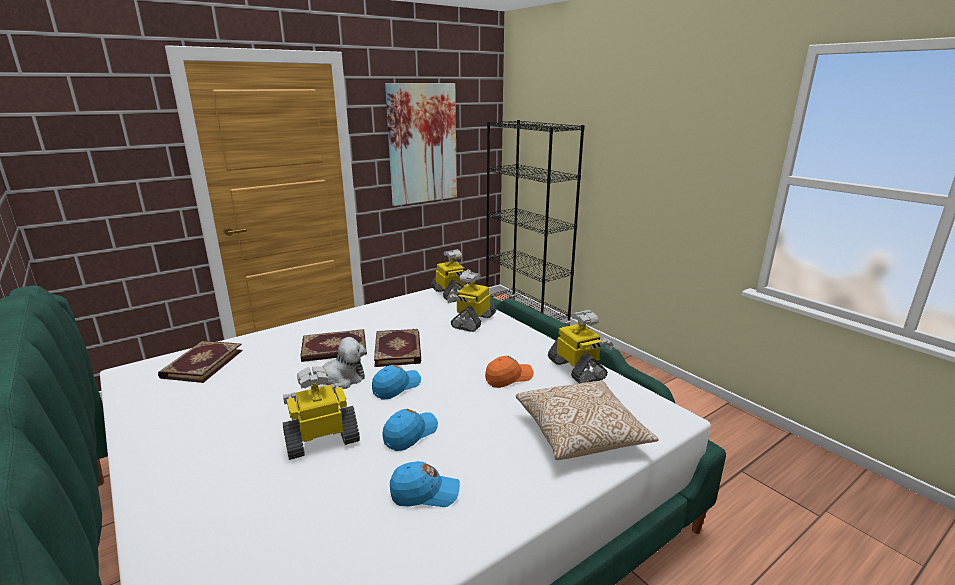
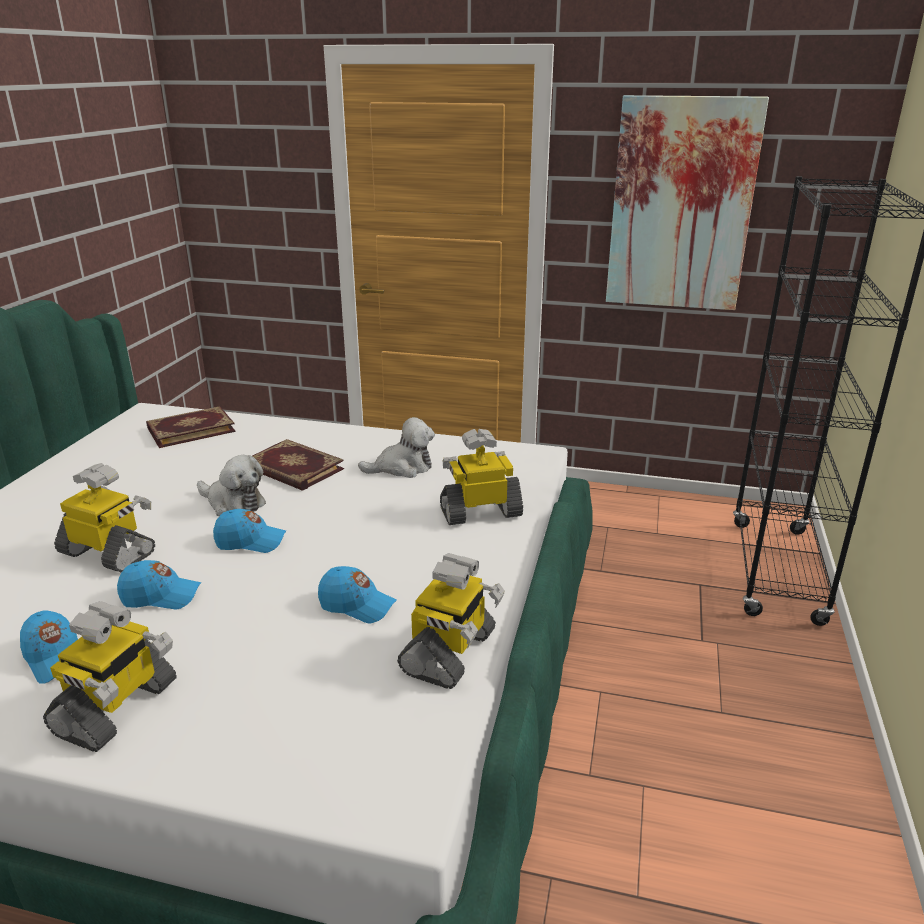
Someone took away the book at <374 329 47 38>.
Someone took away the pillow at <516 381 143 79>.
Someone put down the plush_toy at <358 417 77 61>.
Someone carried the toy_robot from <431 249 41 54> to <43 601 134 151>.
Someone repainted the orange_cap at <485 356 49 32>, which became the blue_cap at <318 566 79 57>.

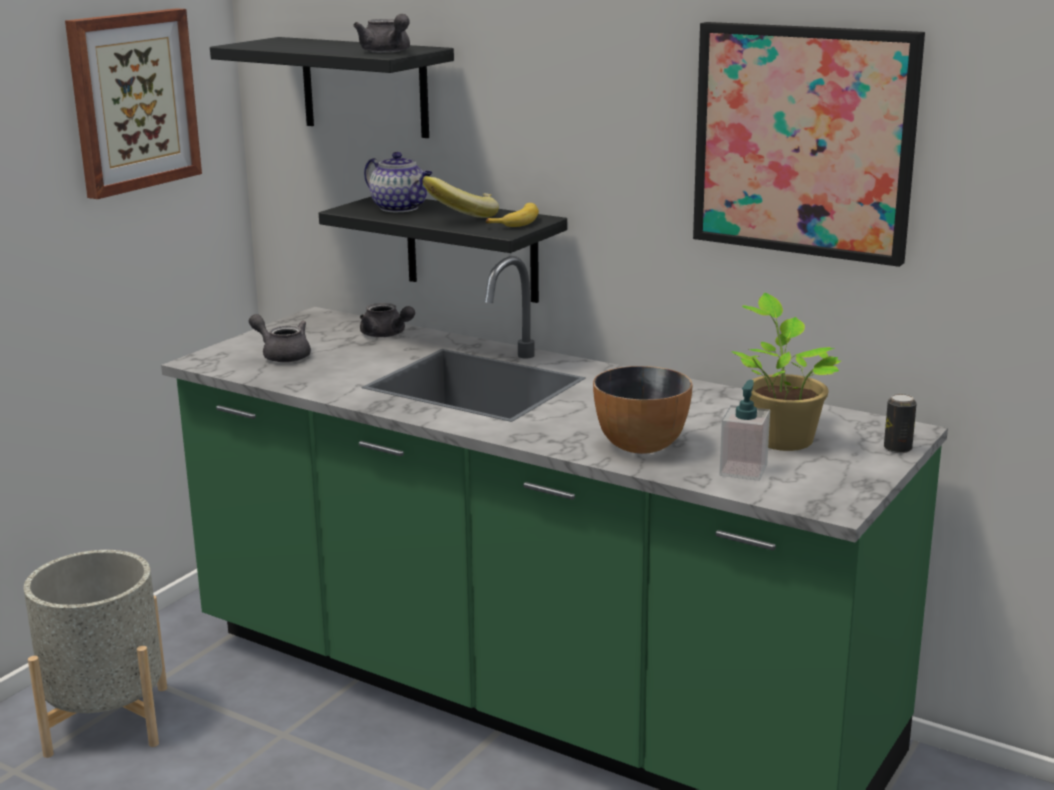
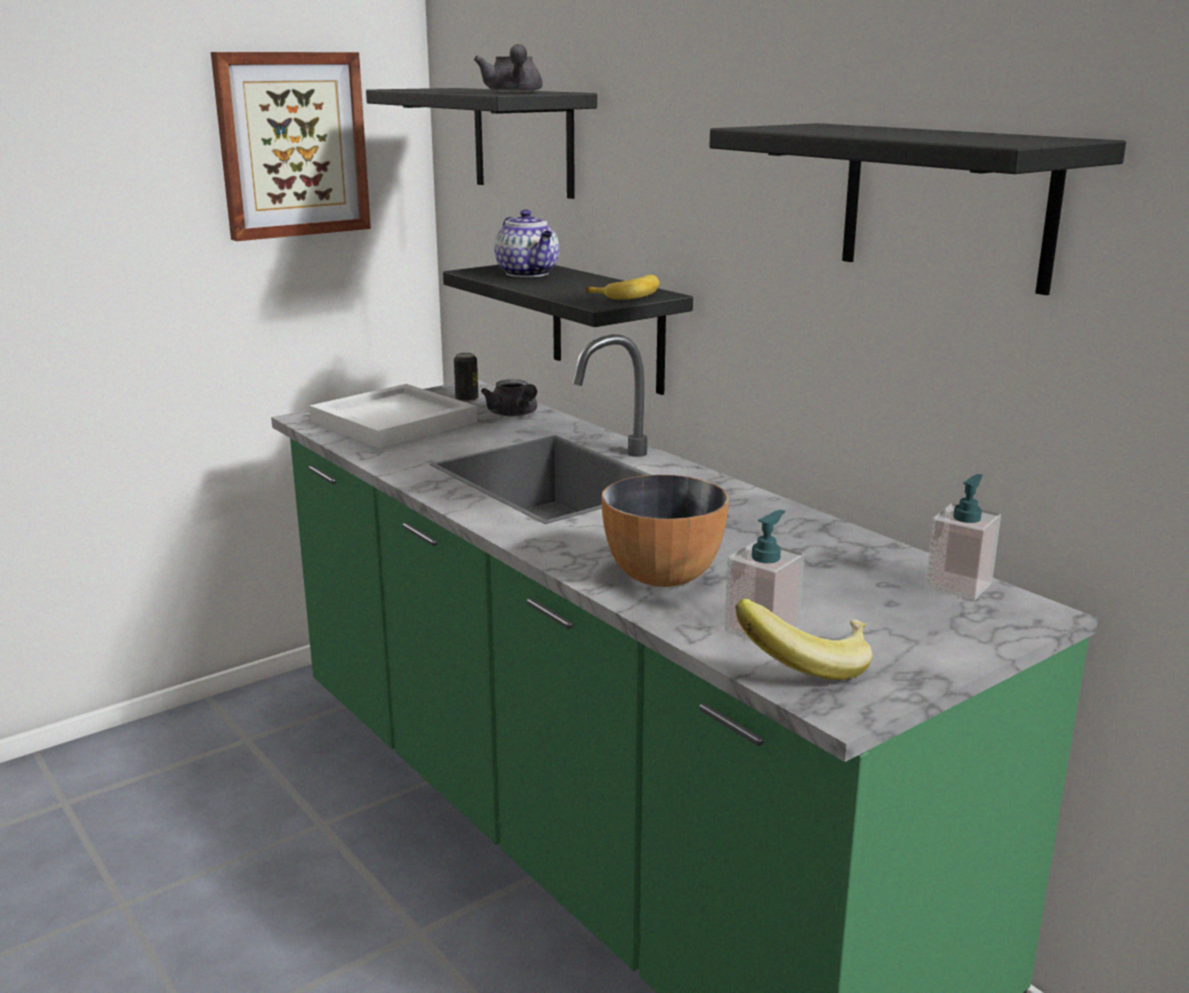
Someone took away the grey_planter at <24 550 143 208>.
Someone took away the potted_plant at <732 293 109 158>.
Someone put down the soap_dispenser at <926 474 75 126>.
Someone carried the banana from <422 176 77 42> to <735 599 137 81>.
Someone carried the can from <884 394 33 59> to <454 353 24 49>.
Someone swapped the grey_teapot at <249 314 62 48> for the white_tray at <309 384 168 64>.
Someone swapped the picture at <693 22 232 245> for the black_shelf at <709 123 417 172>.

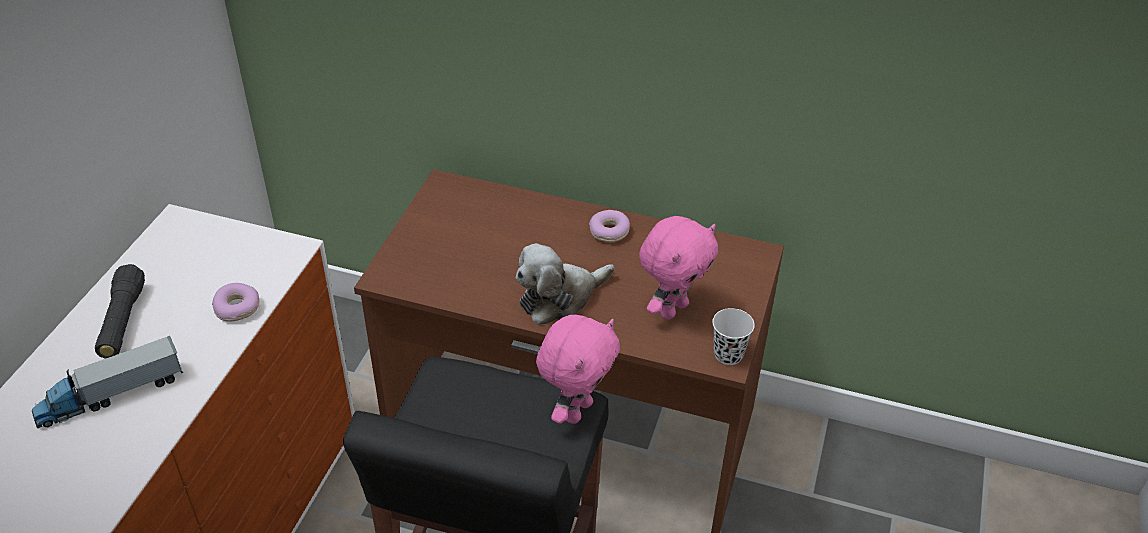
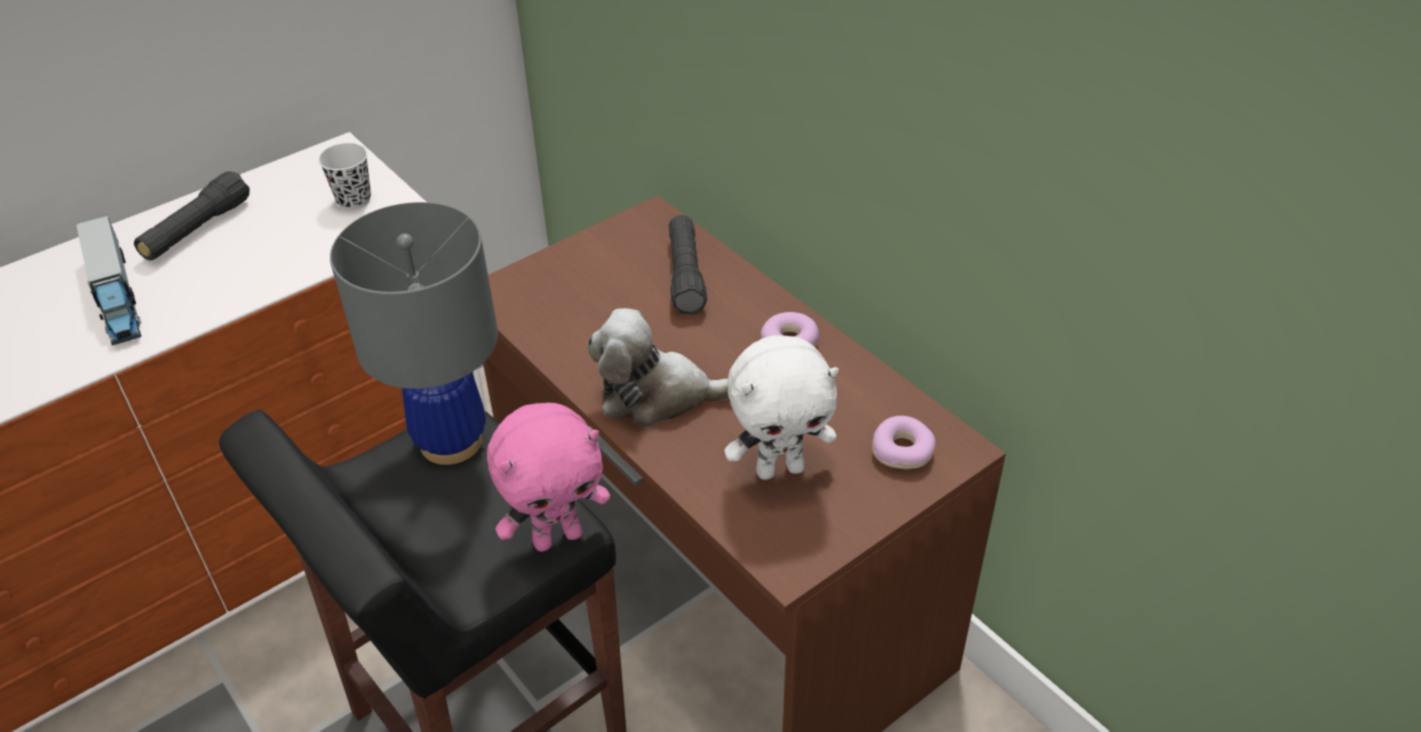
Someone put down the grey_table_lamp at <330 202 168 263>.
Someone put down the black_flashlight at <669 215 38 99>.
Someone carried the donut from <212 283 47 39> to <872 416 64 53>.
Someone carried the white_cup from <712 308 43 57> to <318 143 53 67>.
Someone repainted the pink_plush_toy at <639 216 79 104>, which became the white_plush_toy at <724 335 115 145>.
Someone rotated the toy_truck at <32 336 151 93> by 120 degrees counterclockwise.

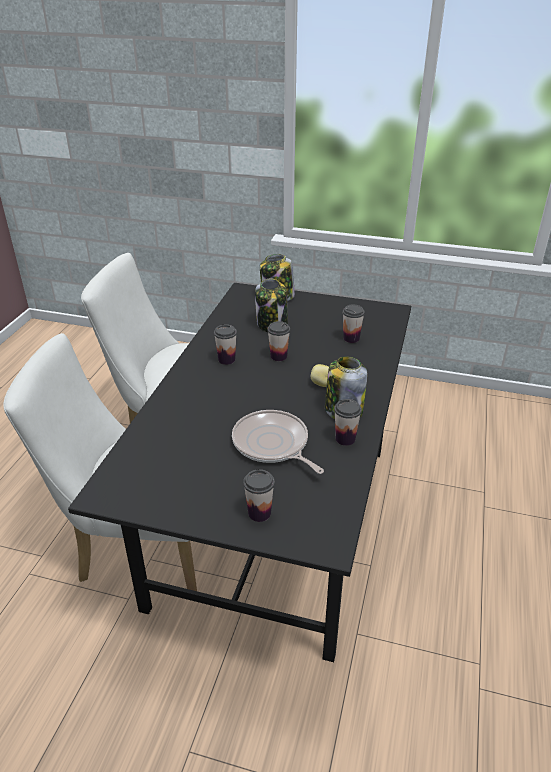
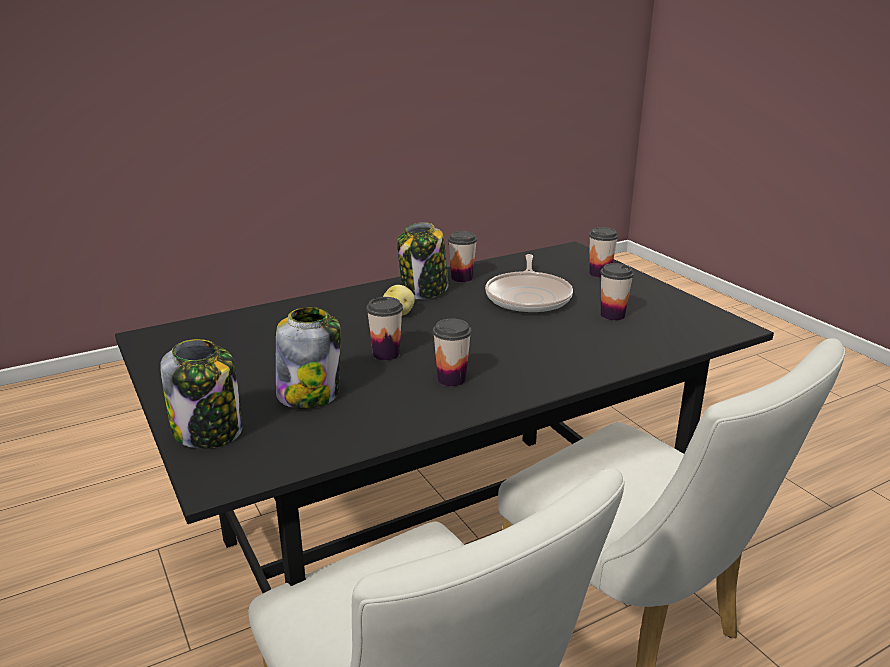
Someone carried the cup from <343 305 22 38> to <600 263 34 58>.

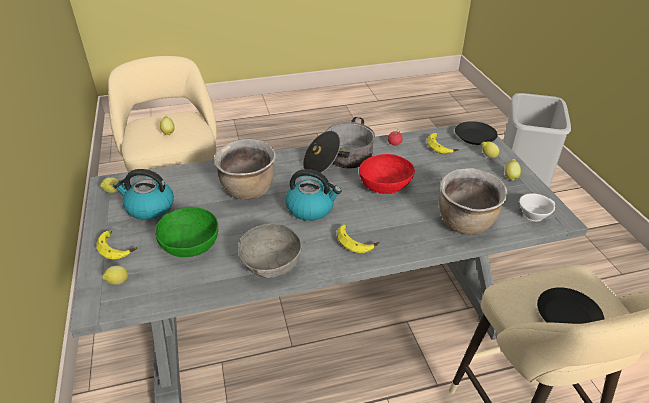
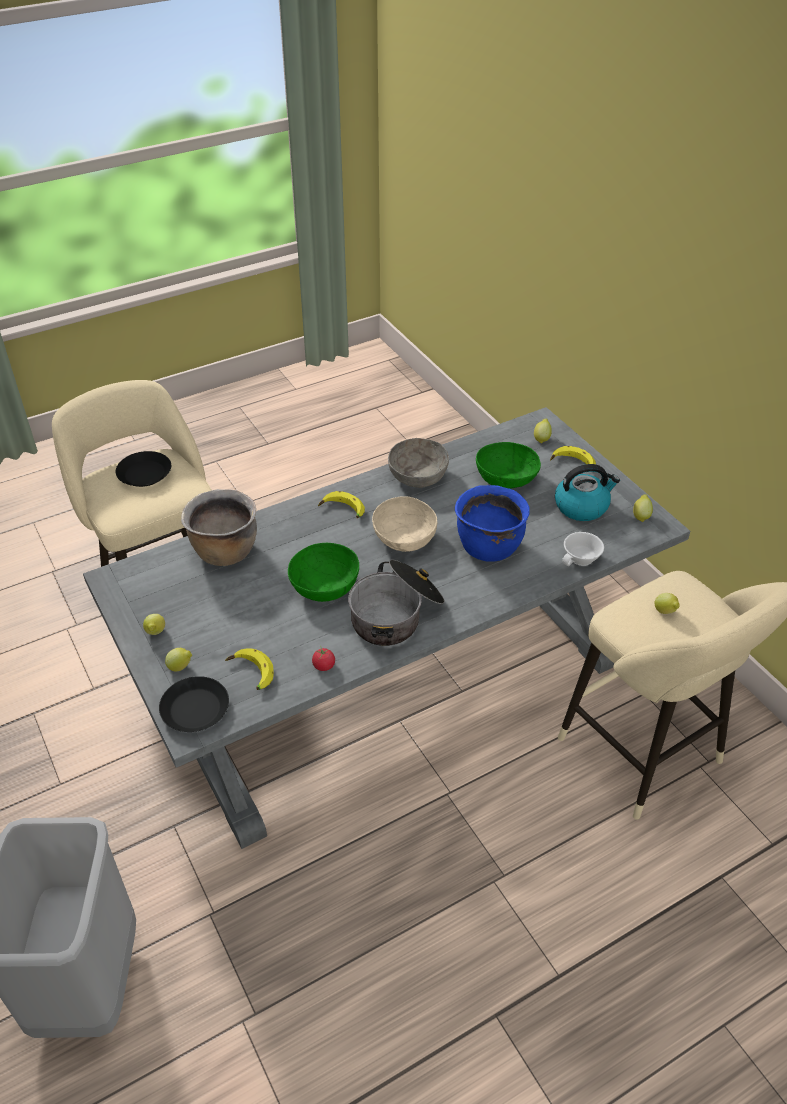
Someone carried the white_cup from <519 193 36 29> to <562 532 42 34>.
Someone swapped the kettle at <285 169 57 52> for the beige_bowl at <372 496 65 56>.
Someone repainted the brown_cooking_pot at <214 139 62 61>, which became the blue_cooking_pot at <455 485 75 77>.
Someone repainted the red_bowl at <359 154 56 40>, which became the green_bowl at <288 543 71 59>.

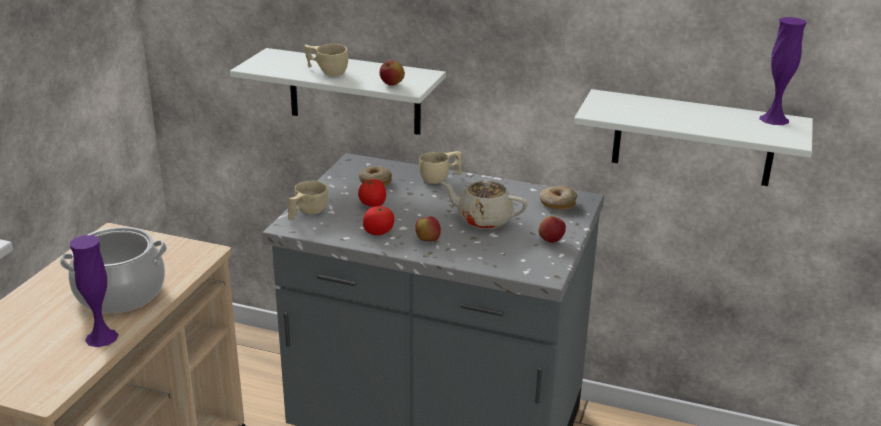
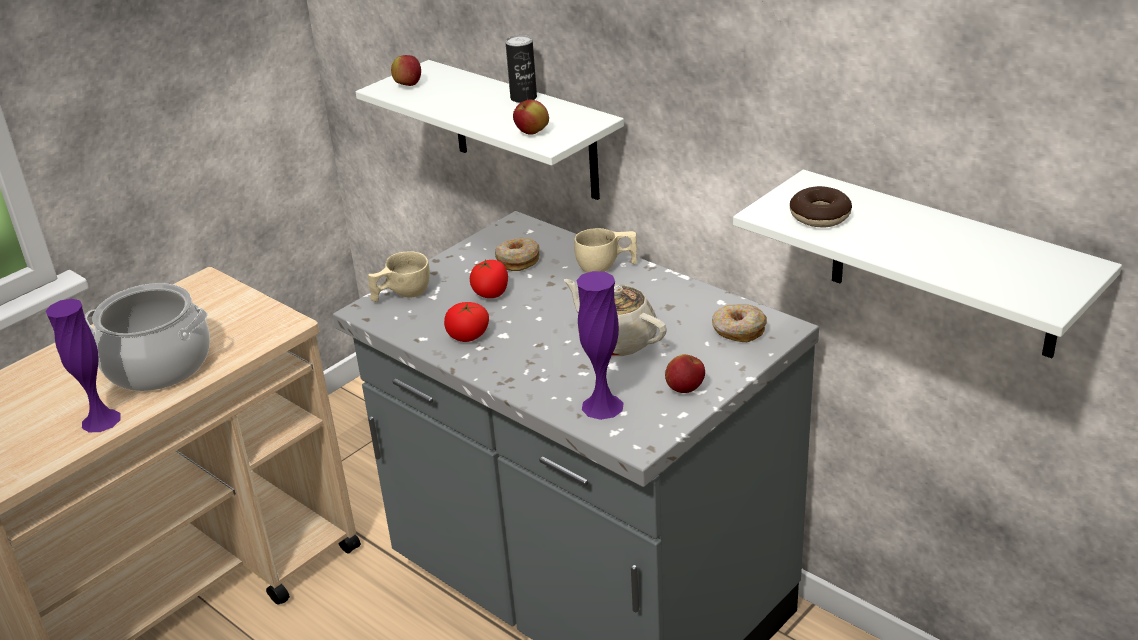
Someone took away the beige_cup at <305 43 43 33>.
Someone put down the can at <505 35 32 68>.
Someone put down the donut at <790 186 62 41>.
Someone carried the apple from <415 216 26 25> to <391 55 30 31>.
Someone carried the purple_vase from <759 17 48 108> to <576 271 48 149>.

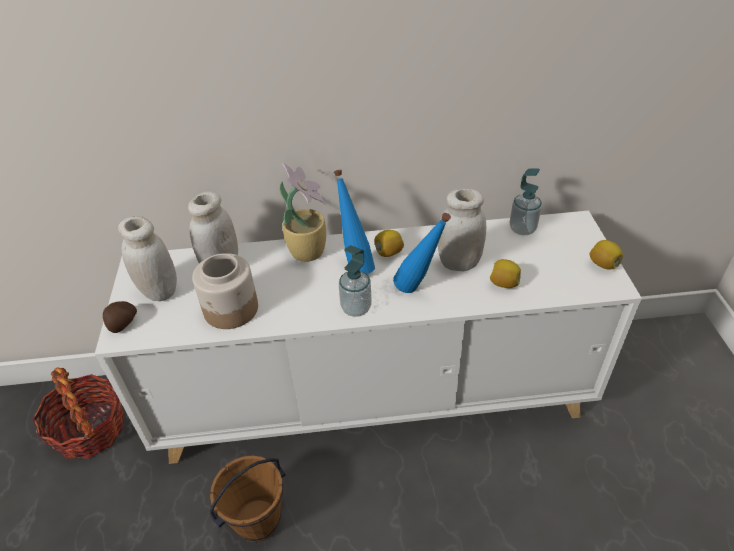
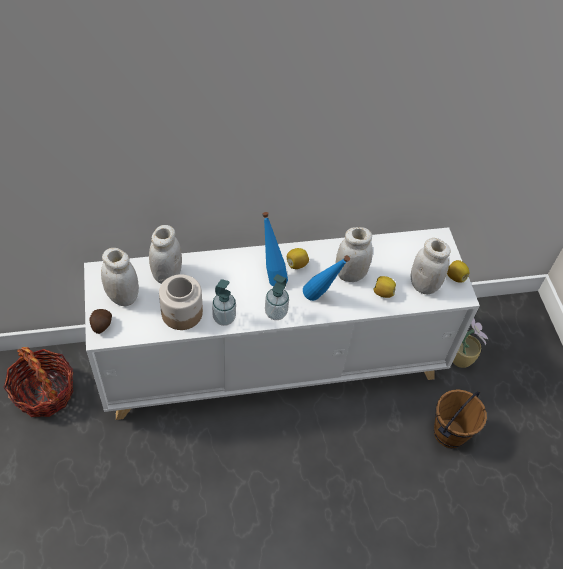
Someone put down the white_jar at <411 238 40 56>.
Someone carried the brown_bucket from <209 456 76 86> to <434 389 53 59>.
Someone carried the potted_plant from <279 163 47 99> to <453 319 35 49>.
Someone carried the soap_dispenser from <510 169 32 66> to <212 279 24 47>.

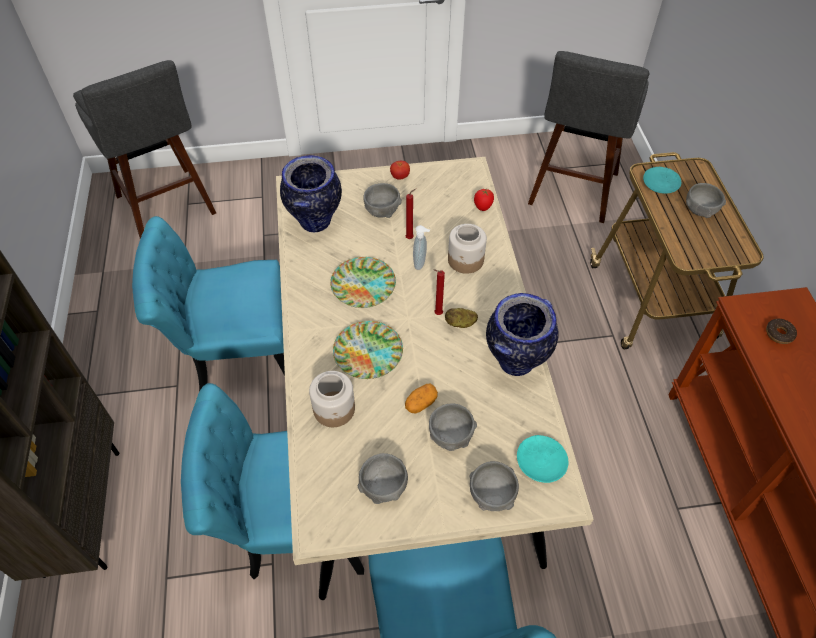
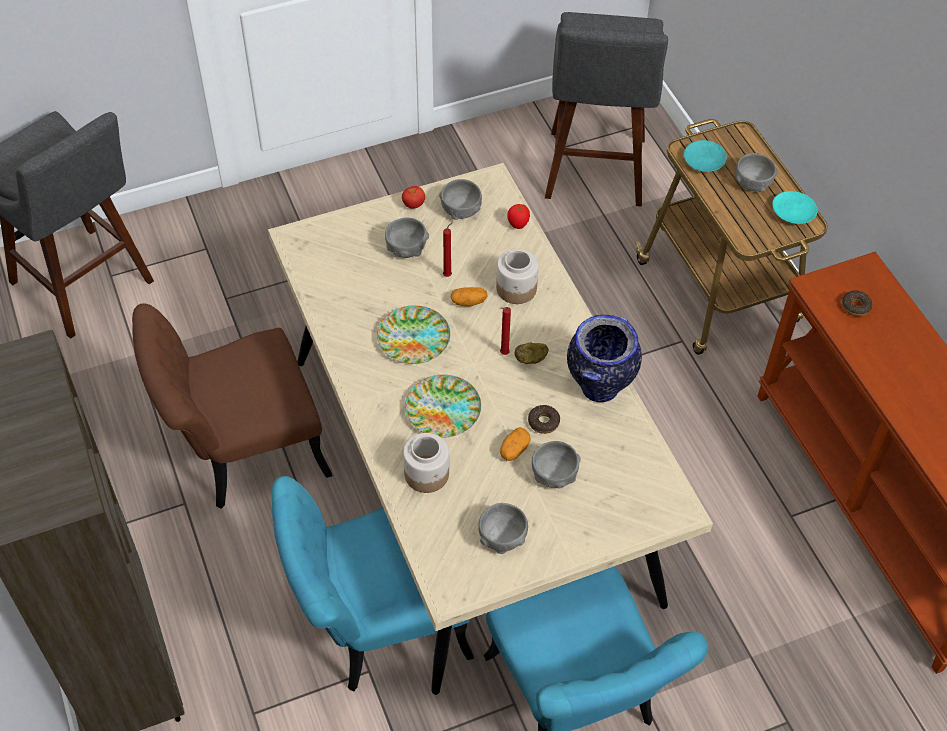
Someone took away the vase at <280 155 62 77>.
Someone put down the donut at <528 405 32 29>.
Someone carried the grey_bowl from <469 461 50 50> to <439 179 43 41>.
Someone carried the turquoise_plate from <517 435 51 48> to <772 191 45 33>.
Someone swapped the soap_dispenser at <413 225 17 45> for the potato at <451 287 37 20>.
Someone repainted the turquoise_chair at <132 216 153 176>, which became the brown_chair at <132 303 201 206>.

